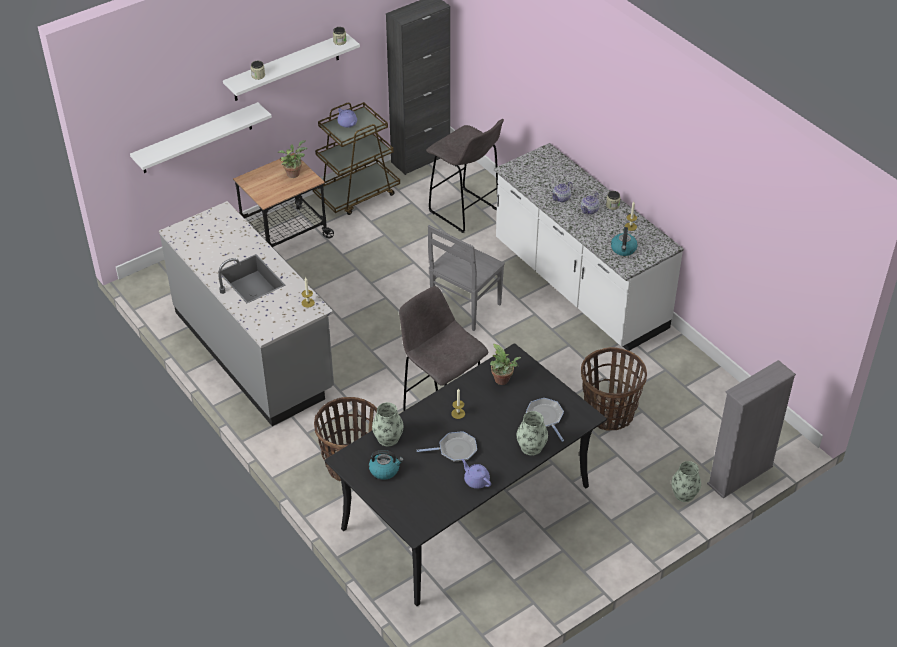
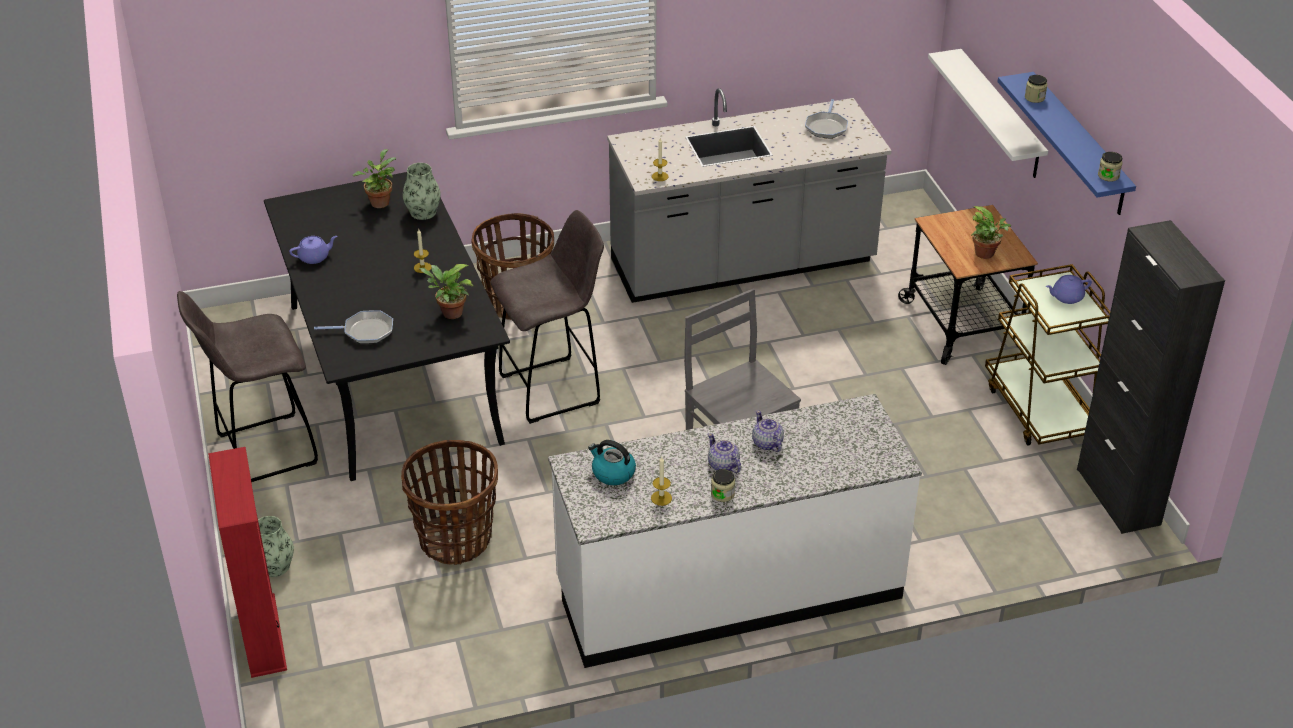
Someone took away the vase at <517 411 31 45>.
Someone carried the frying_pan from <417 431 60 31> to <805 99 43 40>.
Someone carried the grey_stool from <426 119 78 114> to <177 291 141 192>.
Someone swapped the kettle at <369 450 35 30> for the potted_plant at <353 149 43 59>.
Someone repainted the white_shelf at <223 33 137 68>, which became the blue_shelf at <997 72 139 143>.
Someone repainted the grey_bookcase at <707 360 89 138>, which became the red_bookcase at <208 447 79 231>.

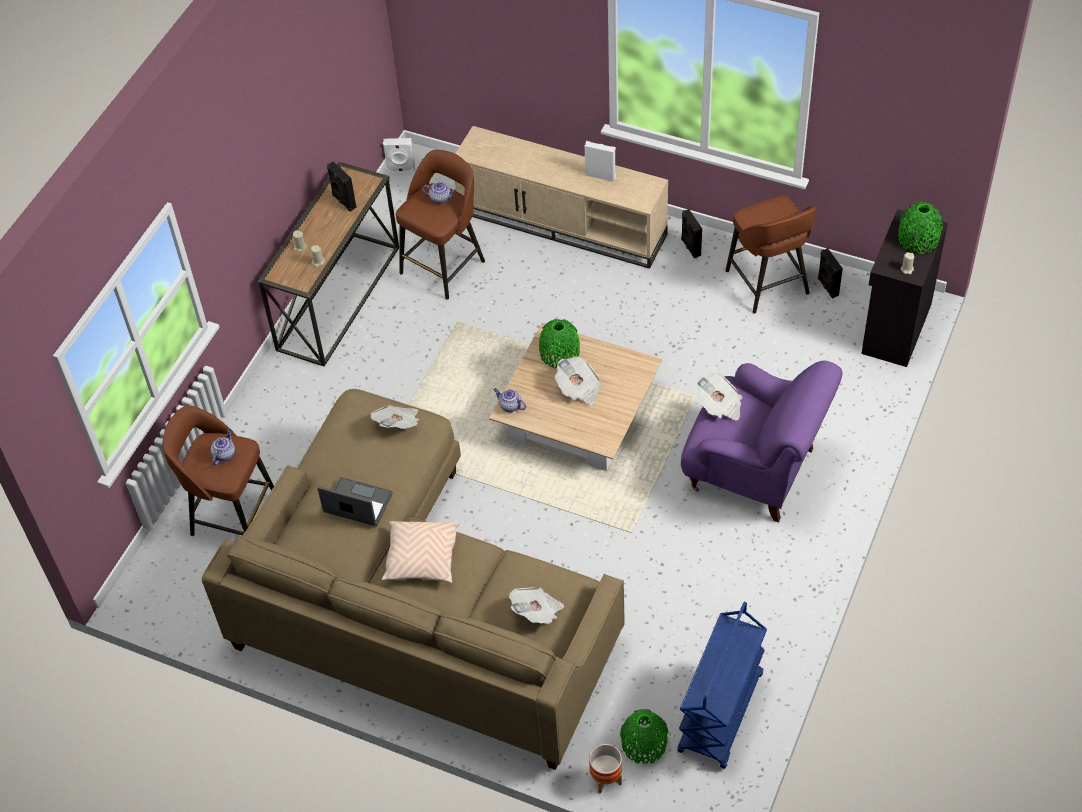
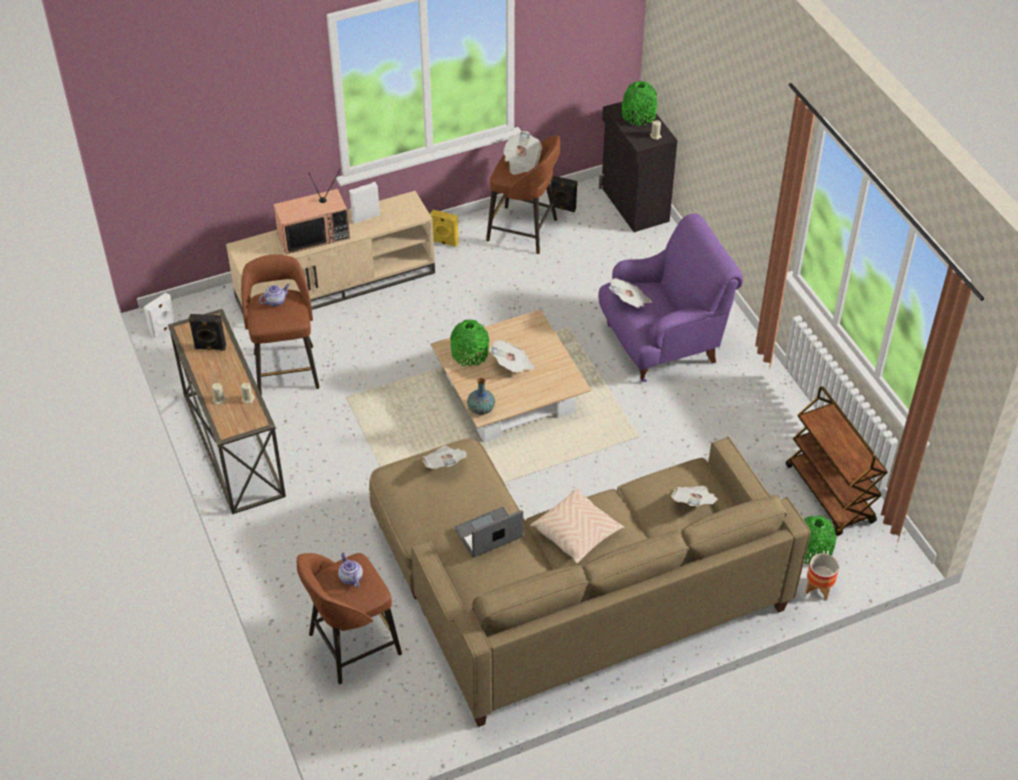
Someone put down the television at <273 168 77 86>.
Someone put down the newspaper at <503 131 39 44>.
Someone swapped the teapot at <494 388 32 25> for the vase at <467 378 28 37>.
Someone repainted the blue_cart at <677 602 90 167>, which became the brown_cart at <786 386 102 150>.
Someone repainted the black_speaker at <681 209 21 49>, which became the yellow_speaker at <430 210 29 37>.

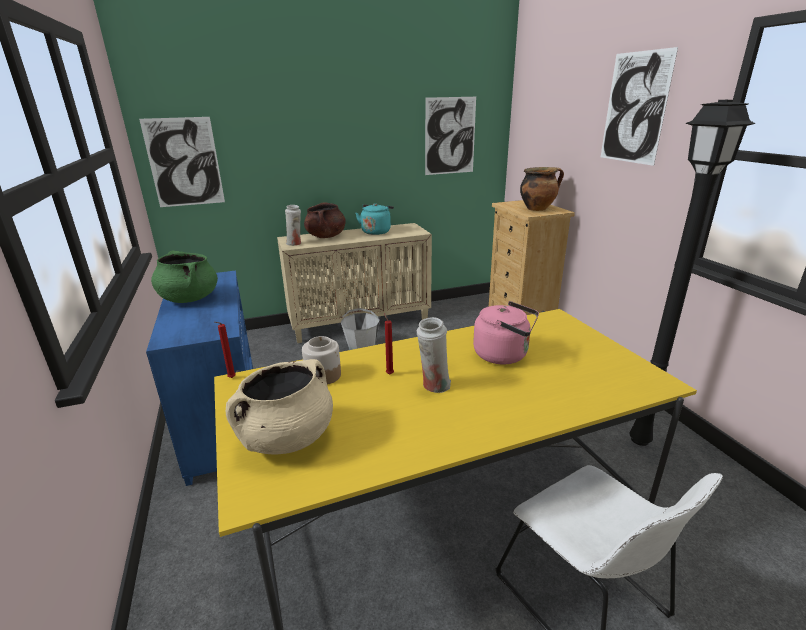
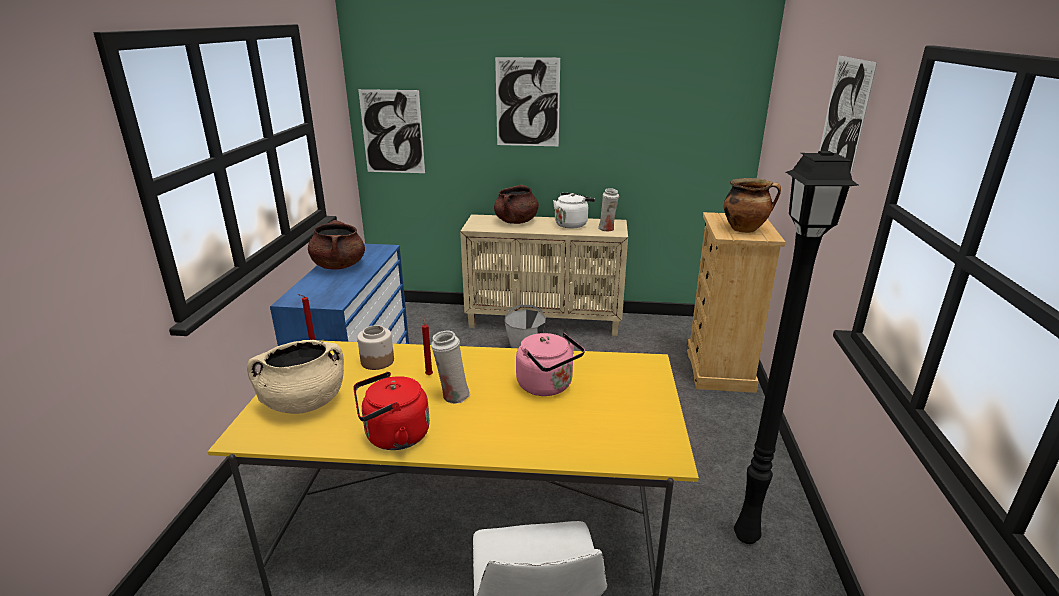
Someone put down the red_kettle at <353 372 77 78>.
Someone carried the white_vase from <285 205 16 41> to <598 188 21 43>.
Someone carried the picture from <425 97 51 78> to <495 57 65 89>.
Someone repainted the green_cooking_pot at <151 250 67 53>, which became the brown_cooking_pot at <308 220 57 50>.
Someone repainted the turquoise_kettle at <355 203 39 32>, which became the white_kettle at <553 193 42 35>.

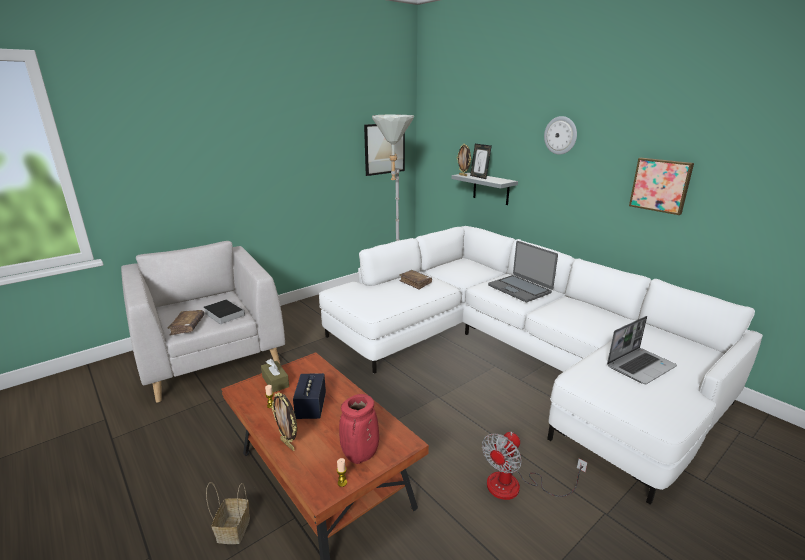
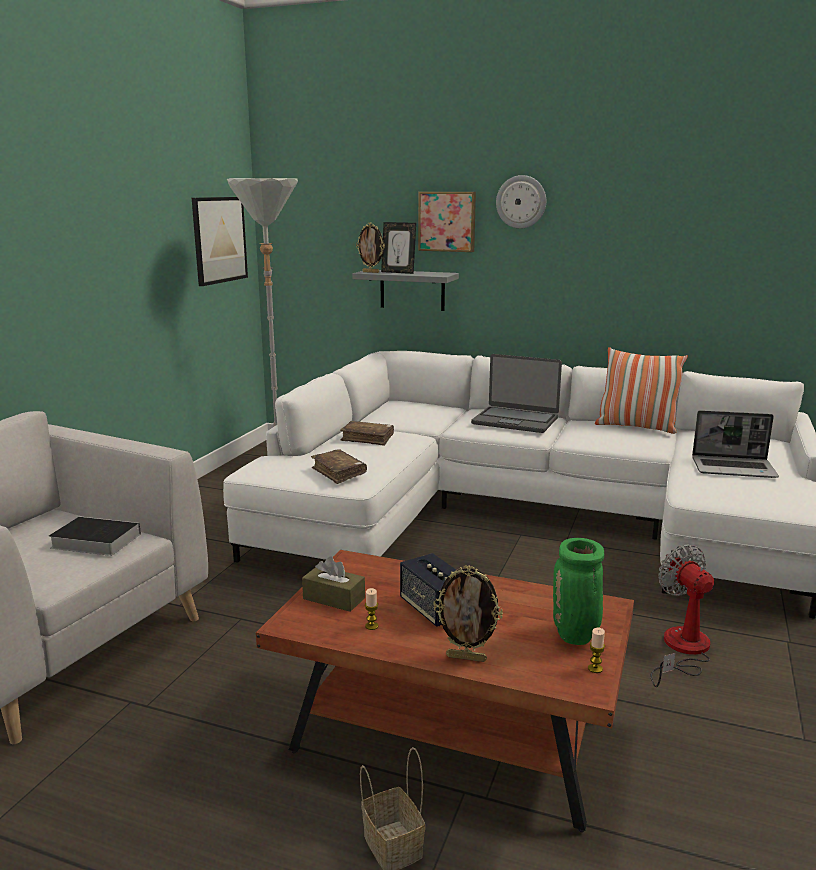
Someone put down the pillow at <595 347 93 87>.
Someone carried the brown_book from <167 310 37 25> to <311 449 56 35>.
Someone carried the picture from <629 158 65 57> to <418 192 58 60>.
Someone repainted the red_vase at <339 394 40 70>, which became the green_vase at <553 538 51 107>.
Someone rotated the fan at <482 432 106 68> by 150 degrees clockwise.
Someone rotated the laptop at <607 316 70 68> by 75 degrees clockwise.

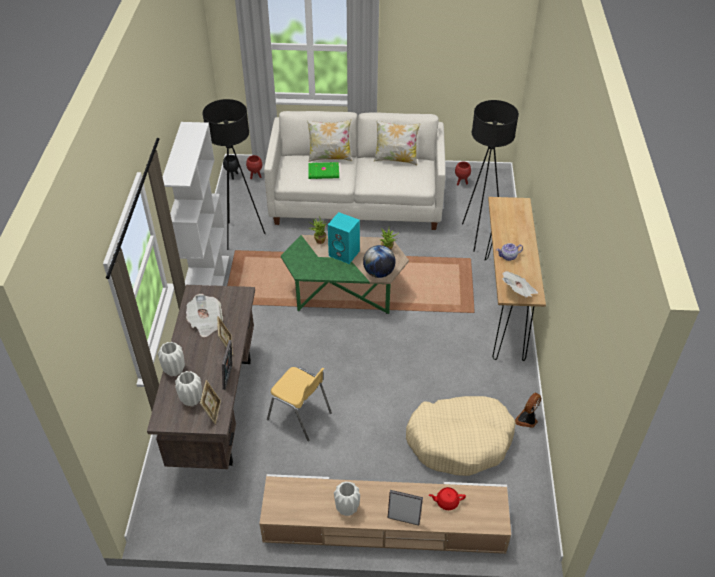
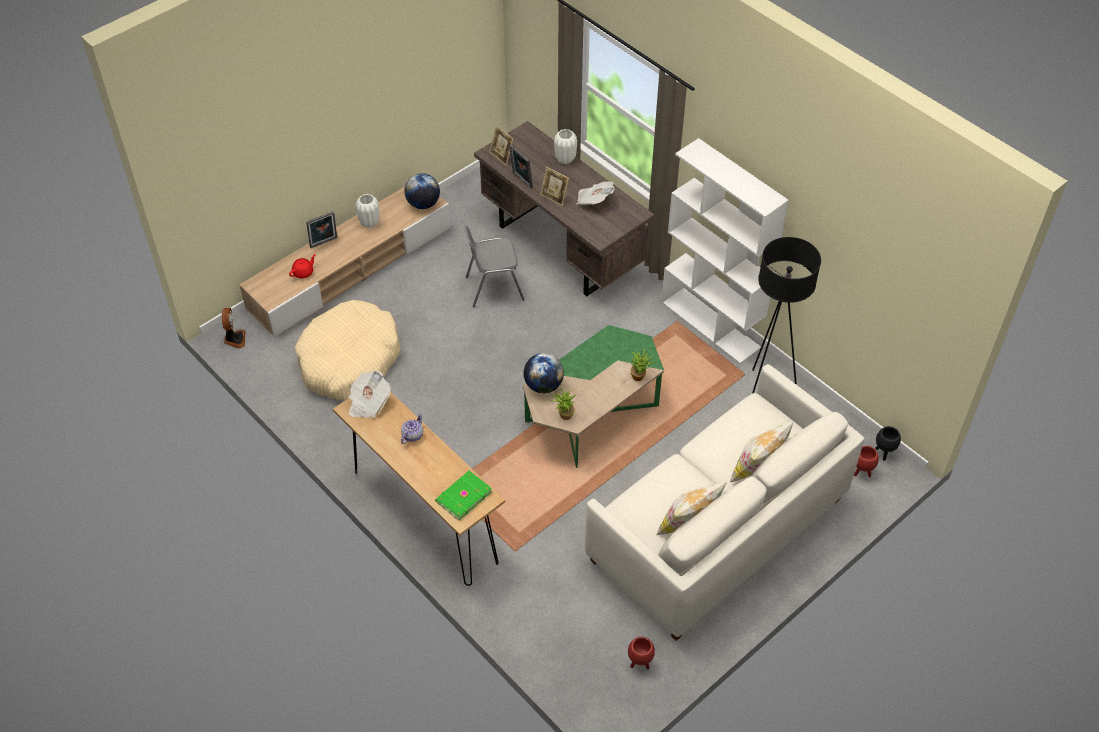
Someone took away the white_vase at <175 371 27 35>.
Someone took away the turquoise_speaker at <328 212 32 52>.
Someone took away the black_floor_lamp at <462 100 57 152>.
Someone put down the globe at <404 173 36 36>.
Someone carried the green_book from <308 162 31 17> to <435 471 57 50>.
Someone carried the fan from <515 393 26 35> to <222 308 23 40>.
Someone repainted the yellow_chair at <267 367 65 74>, which became the grey_chair at <464 225 60 82>.

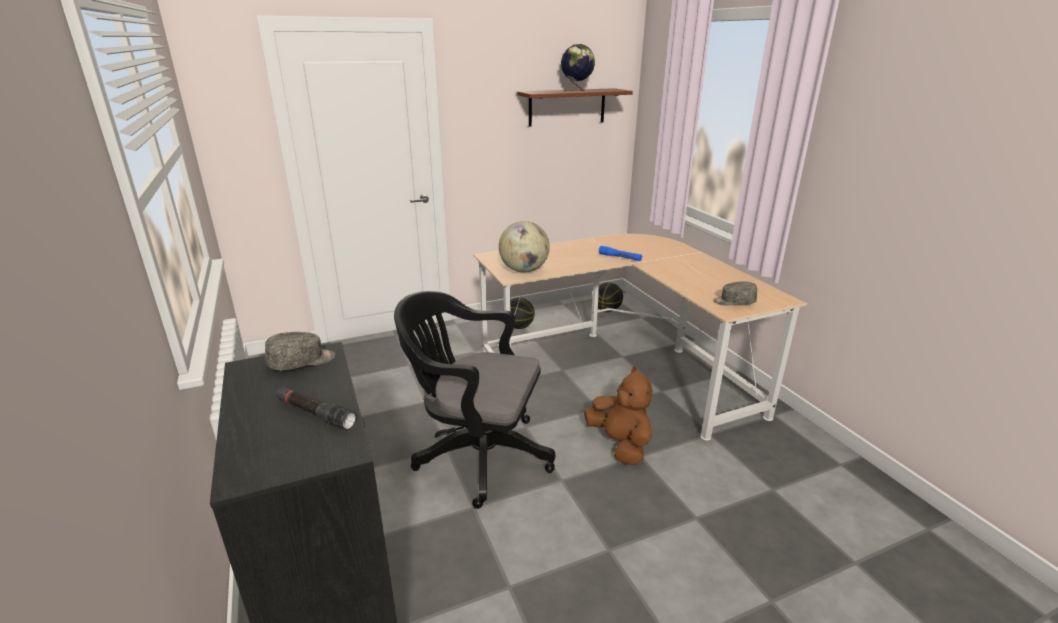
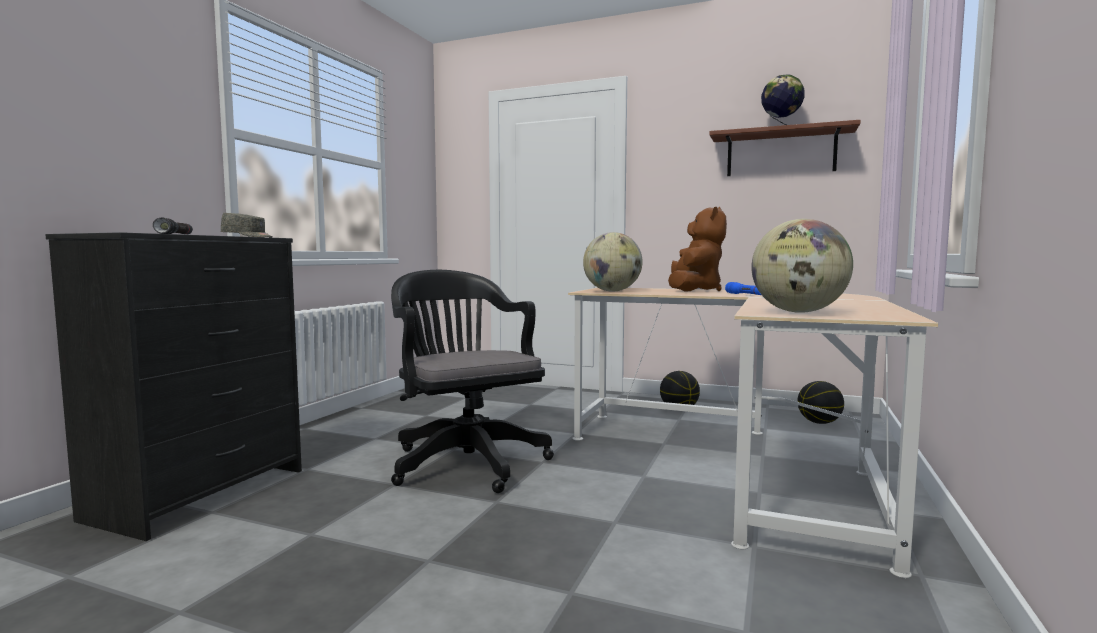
Someone carried the brown_plush_toy from <584 366 68 99> to <668 207 59 85>.
Someone swapped the grey_cap at <713 281 44 25> for the globe at <751 219 102 94>.

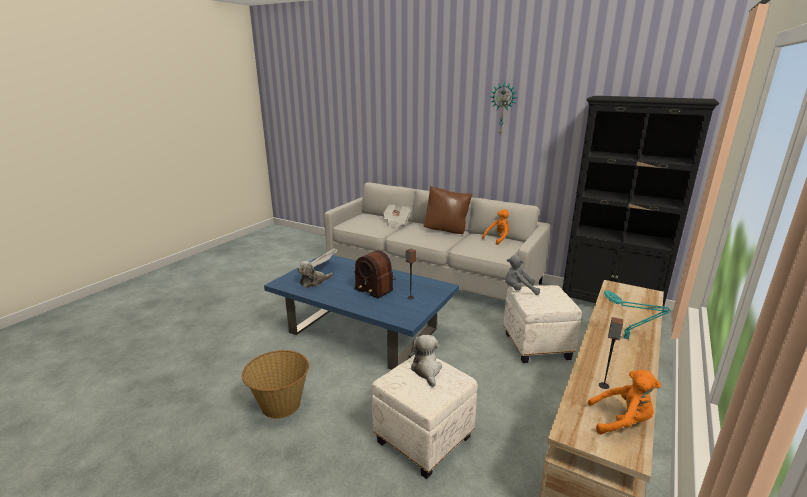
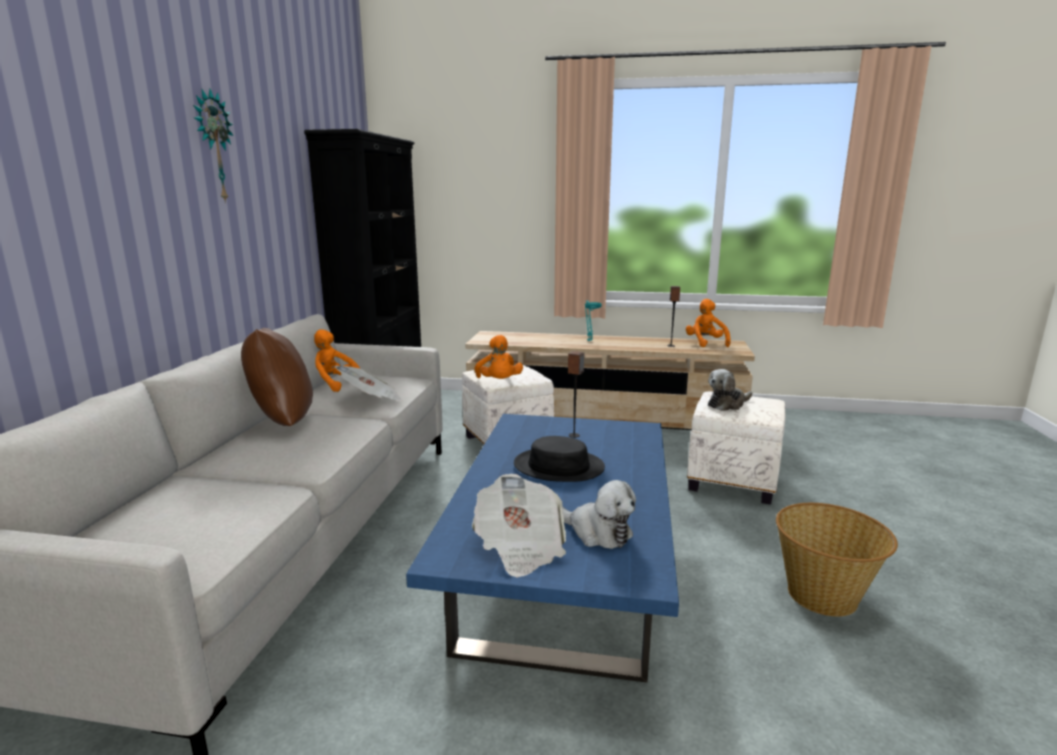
Someone carried the newspaper from <383 204 28 23> to <335 366 68 35>.
Someone swapped the radio at <354 250 40 49> for the black_hat at <514 436 91 46>.
Someone repainted the grey_plush_toy at <505 255 35 40>, which became the orange_plush_toy at <475 335 48 44>.

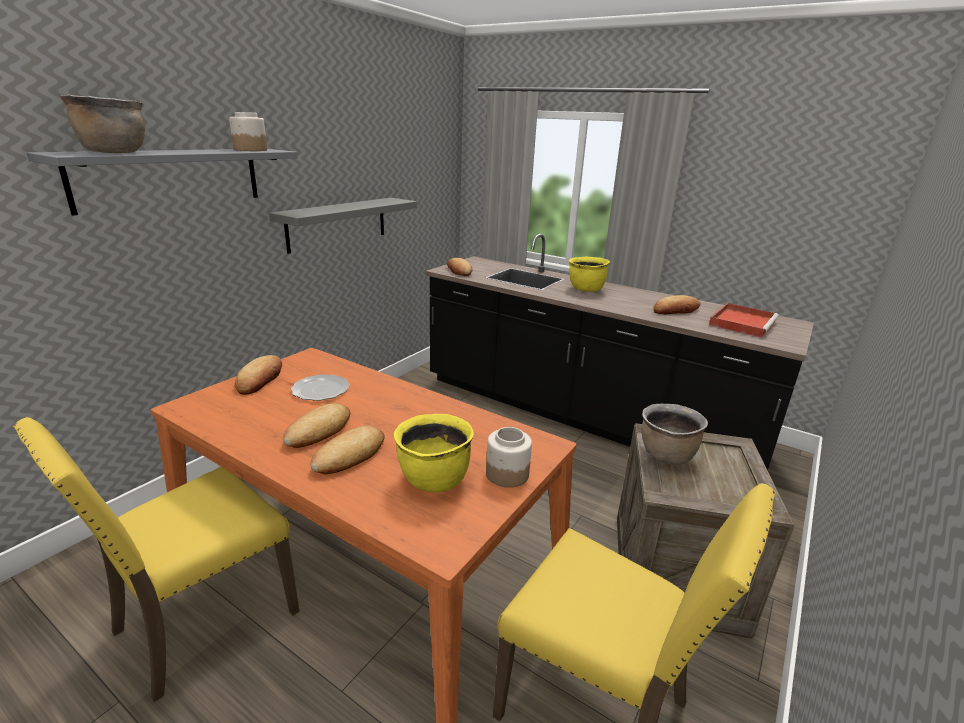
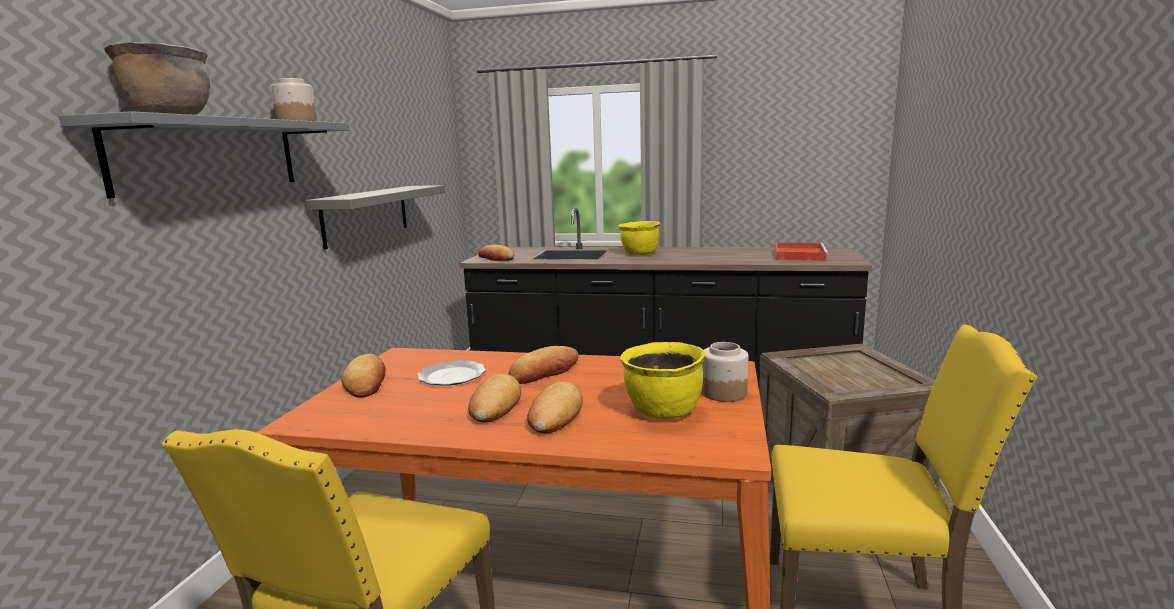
Someone took away the brown_cooking_pot at <642 404 66 60>.
Someone carried the bread from <653 295 47 19> to <508 346 70 38>.

